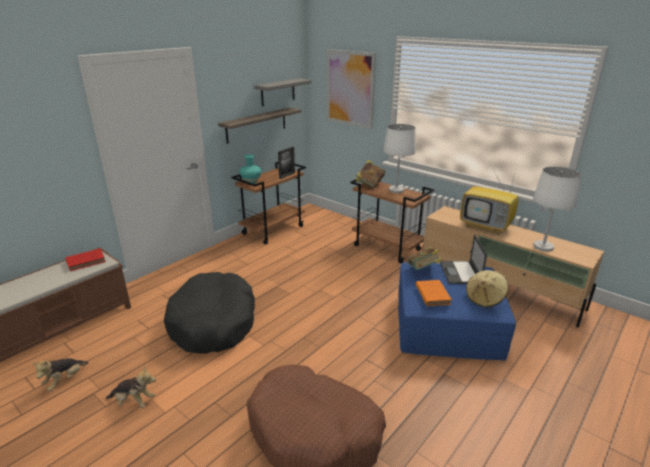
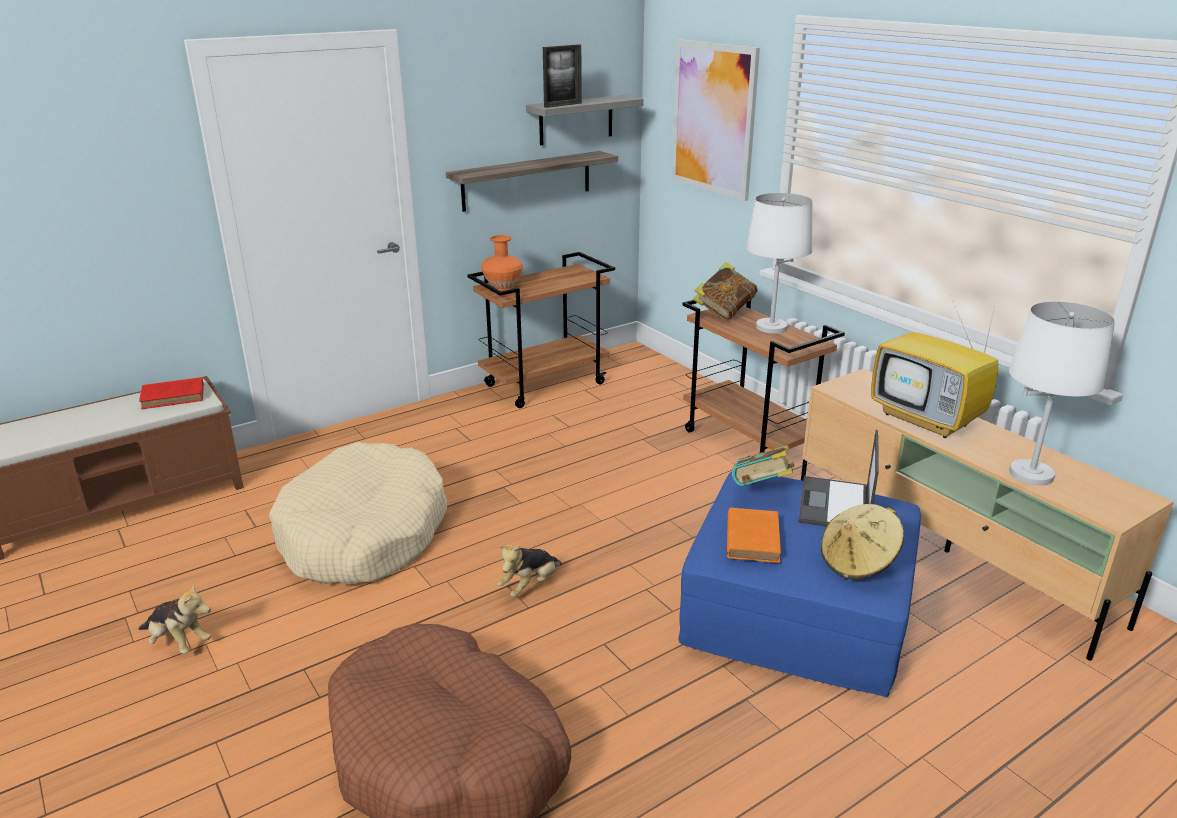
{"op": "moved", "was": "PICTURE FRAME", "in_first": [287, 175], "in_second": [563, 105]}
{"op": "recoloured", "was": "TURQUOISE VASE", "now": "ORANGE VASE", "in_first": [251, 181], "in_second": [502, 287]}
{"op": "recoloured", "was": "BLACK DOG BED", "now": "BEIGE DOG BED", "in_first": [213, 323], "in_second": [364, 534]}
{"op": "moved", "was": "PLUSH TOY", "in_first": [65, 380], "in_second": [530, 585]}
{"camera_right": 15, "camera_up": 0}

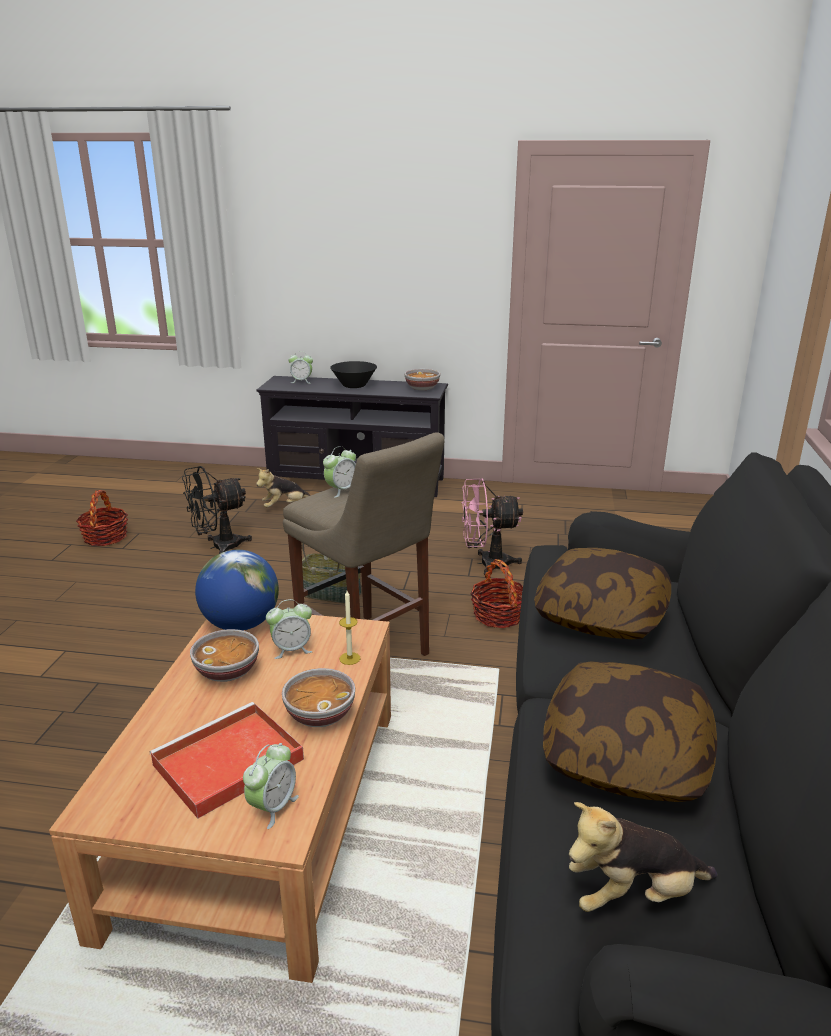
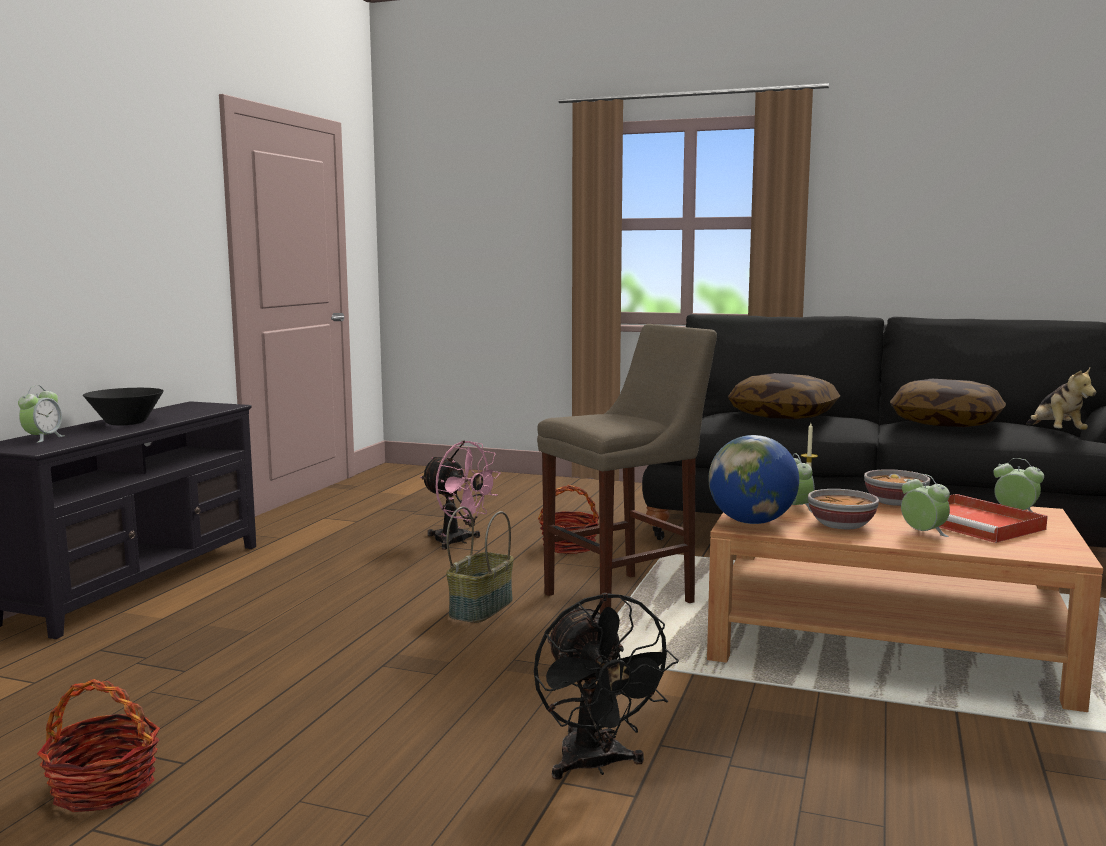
{"op": "removed", "was": "BOWL", "in_first": [422, 388]}
{"op": "moved", "was": "ALARM CLOCK", "in_first": [341, 490], "in_second": [923, 533]}
{"op": "moved", "was": "BLACK FAN", "in_first": [218, 547], "in_second": [595, 765]}
{"op": "removed", "was": "PLUSH TOY", "in_first": [285, 506]}
{"op": "turned", "was": "PINK FAN", "in_first": [486, 564], "in_second": [458, 542], "clockwise": -60}
{"camera_right": -80, "camera_up": -15}

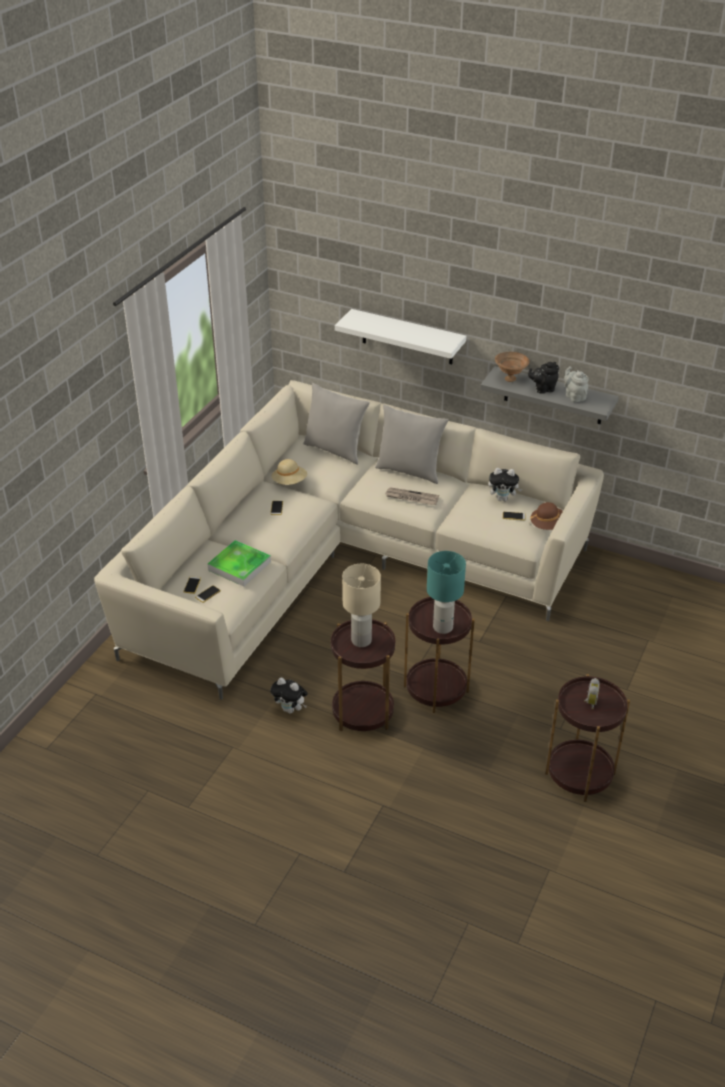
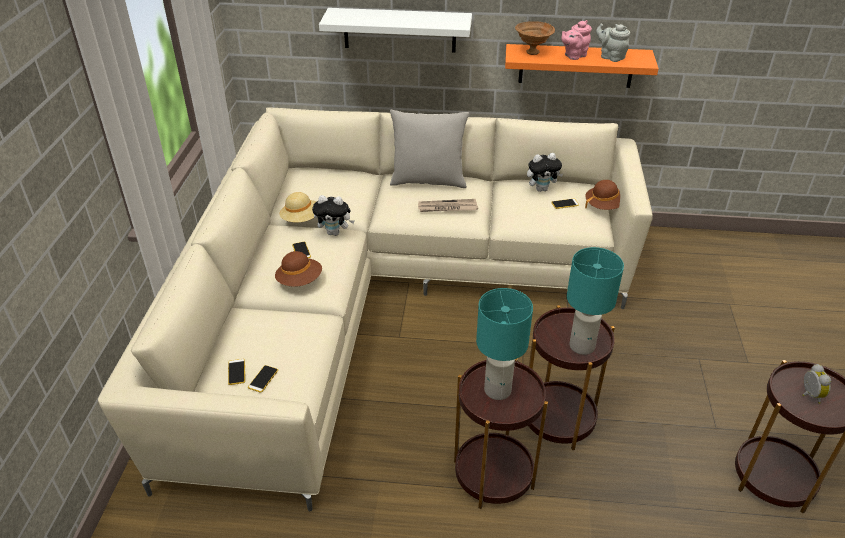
{"op": "recoloured", "was": "BLACK TEAPOT", "now": "PINK TEAPOT", "in_first": [543, 389], "in_second": [574, 56]}
{"op": "recoloured", "was": "GREY SHELF", "now": "ORANGE SHELF", "in_first": [553, 396], "in_second": [576, 66]}
{"op": "removed", "was": "GREY PILLOW", "in_first": [335, 450]}
{"op": "removed", "was": "TRAY", "in_first": [239, 566]}
{"op": "recoloured", "was": "BEIGE TABLE LAMP", "now": "TURQUOISE TABLE LAMP", "in_first": [361, 641], "in_second": [498, 390]}
{"op": "moved", "was": "PLUSH TOY", "in_first": [290, 709], "in_second": [335, 233]}
{"op": "added", "now": "BROWN HAT", "in_second": [300, 281]}
{"camera_right": -20, "camera_up": 0}

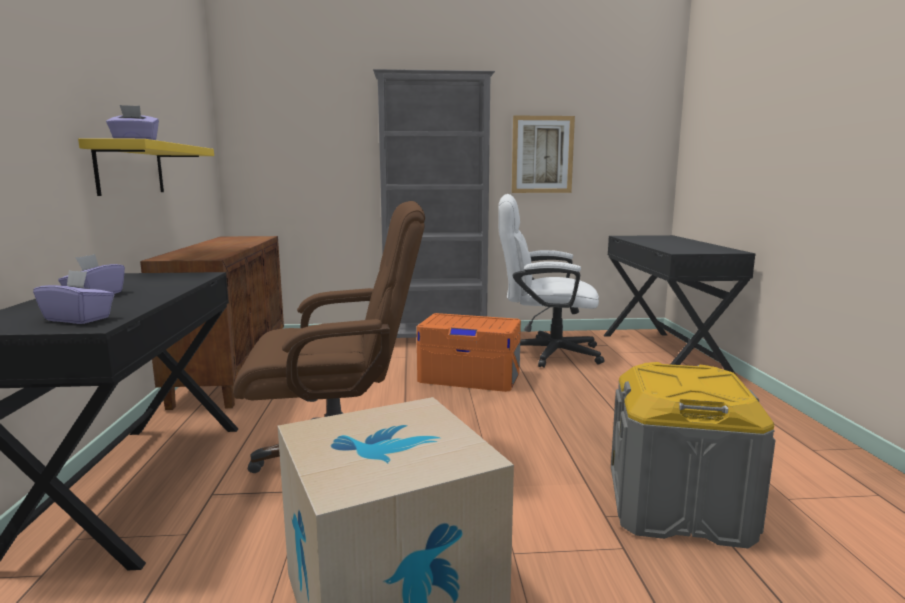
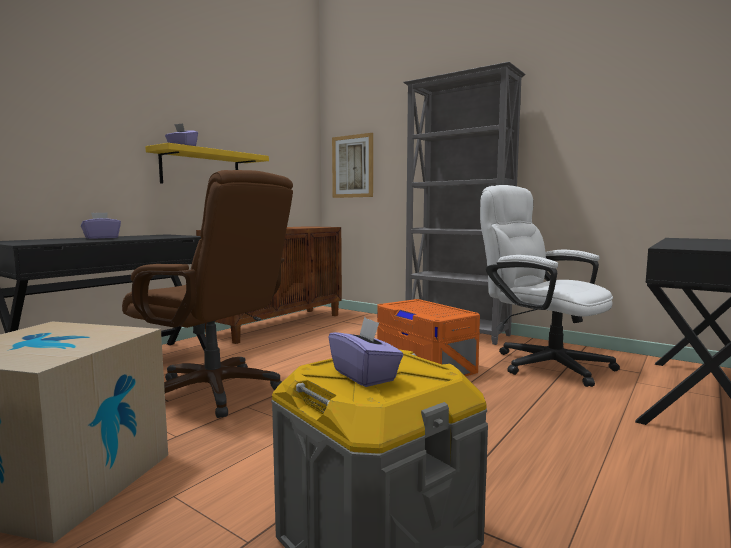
{"op": "moved", "was": "PICTURE", "in_first": [542, 154], "in_second": [352, 166]}
{"op": "moved", "was": "PURPLE TISSUE BOX", "in_first": [78, 319], "in_second": [365, 375]}
{"camera_right": 40, "camera_up": -5}

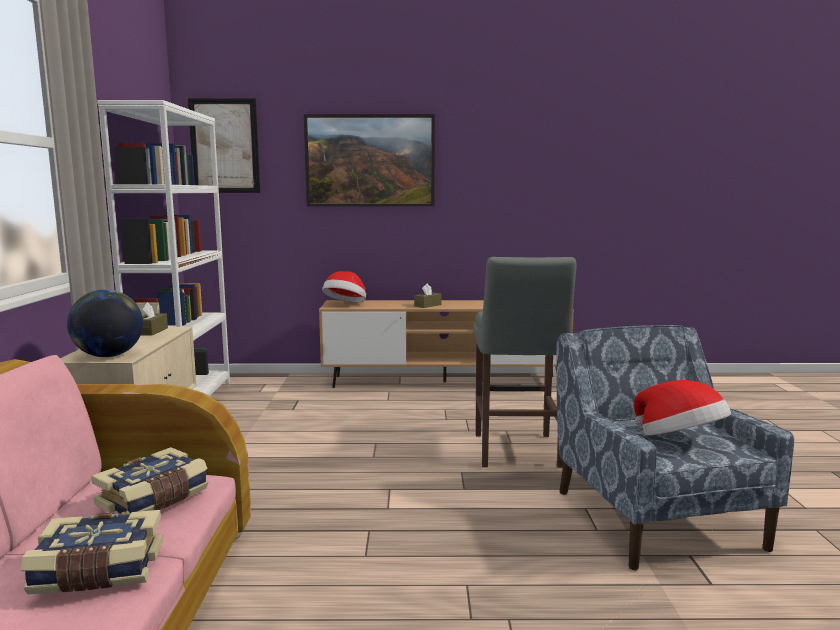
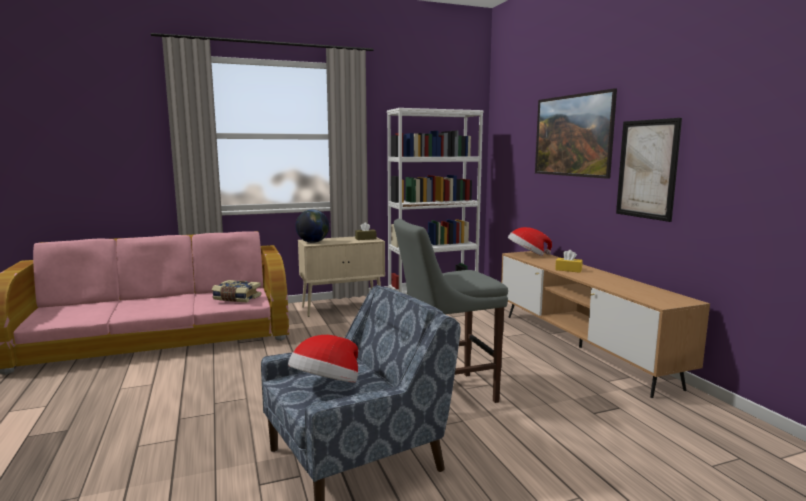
{"op": "moved", "was": "PICTURE", "in_first": [224, 146], "in_second": [647, 169]}
{"op": "recoloured", "was": "BROWN TISSUE BOX", "now": "YELLOW TISSUE BOX", "in_first": [427, 305], "in_second": [568, 270]}
{"op": "removed", "was": "BOOK", "in_first": [98, 571]}
{"camera_right": 70, "camera_up": 0}

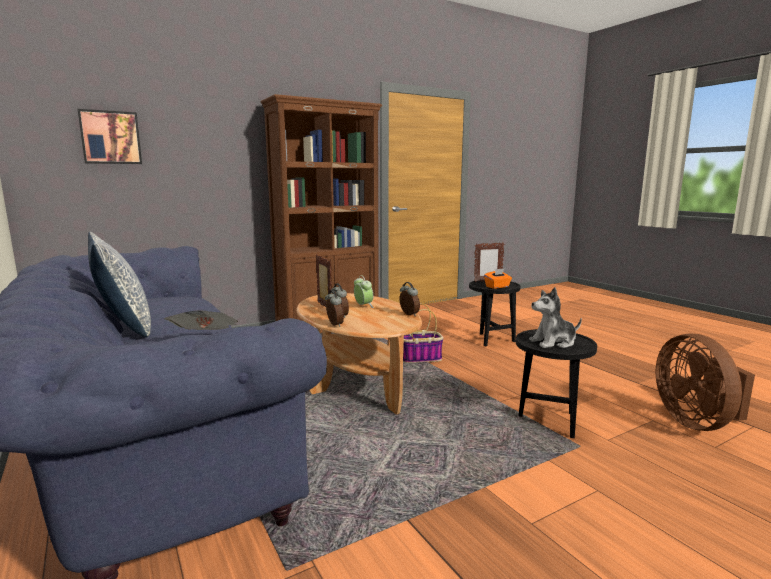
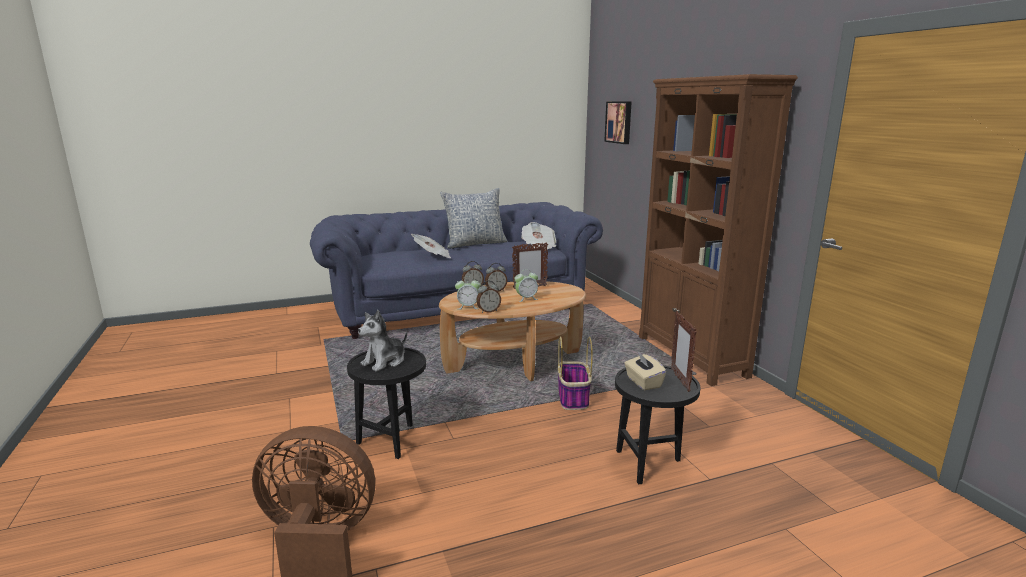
{"op": "recoloured", "was": "ORANGE TISSUE BOX", "now": "BEIGE TISSUE BOX", "in_first": [497, 287], "in_second": [643, 382]}
{"op": "turned", "was": "PLUSH TOY", "in_first": [553, 342], "in_second": [385, 361], "clockwise": -135}
{"op": "added", "now": "NEWSPAPER", "in_second": [538, 246]}
{"op": "added", "now": "ALARM CLOCK", "in_second": [468, 307]}
{"camera_right": 100, "camera_up": 5}

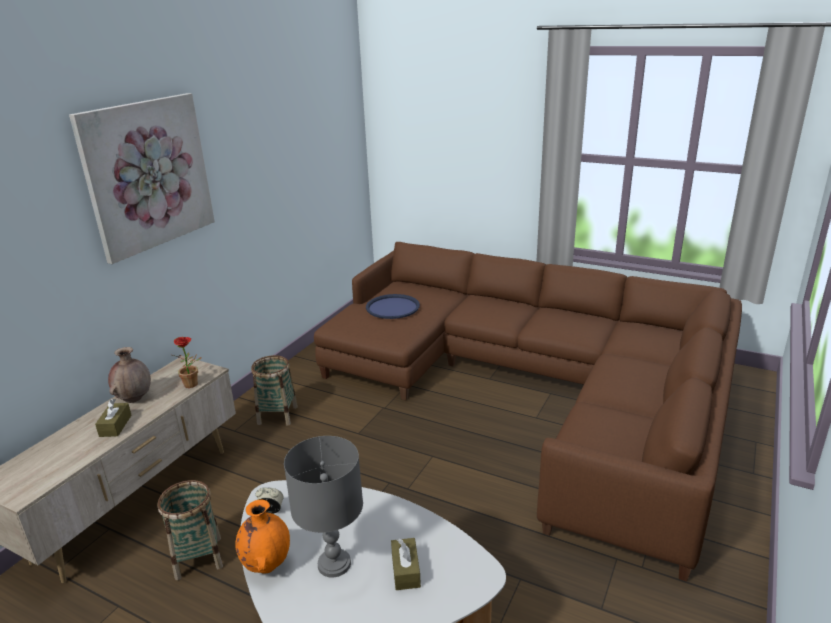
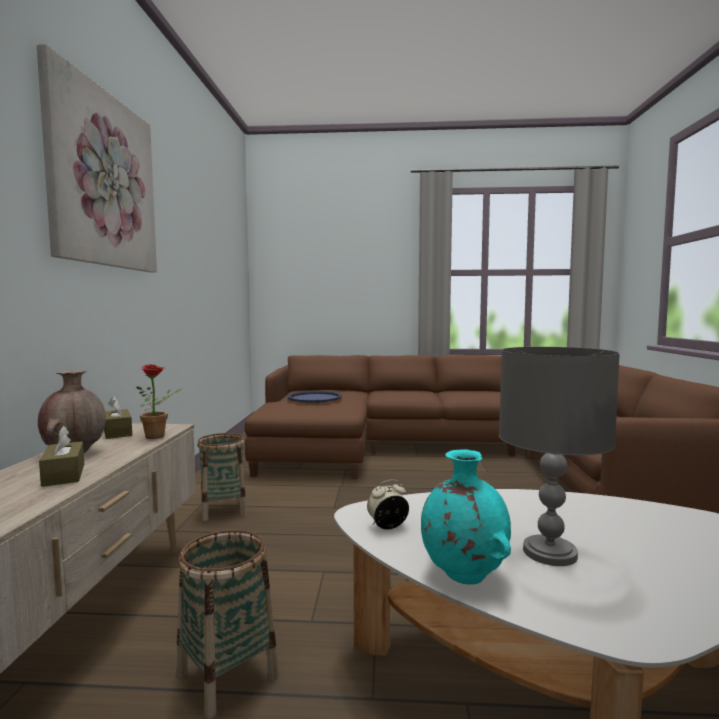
{"op": "recoloured", "was": "ORANGE VASE", "now": "TURQUOISE VASE", "in_first": [267, 564], "in_second": [463, 575]}
{"op": "moved", "was": "BROWN TISSUE BOX", "in_first": [405, 570], "in_second": [117, 432]}
{"camera_right": -25, "camera_up": -20}

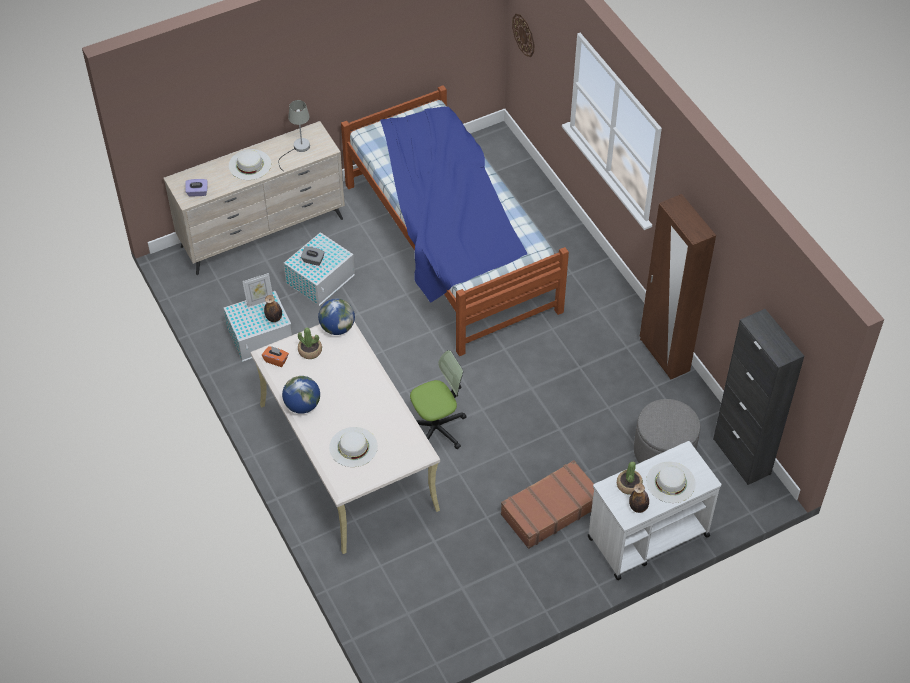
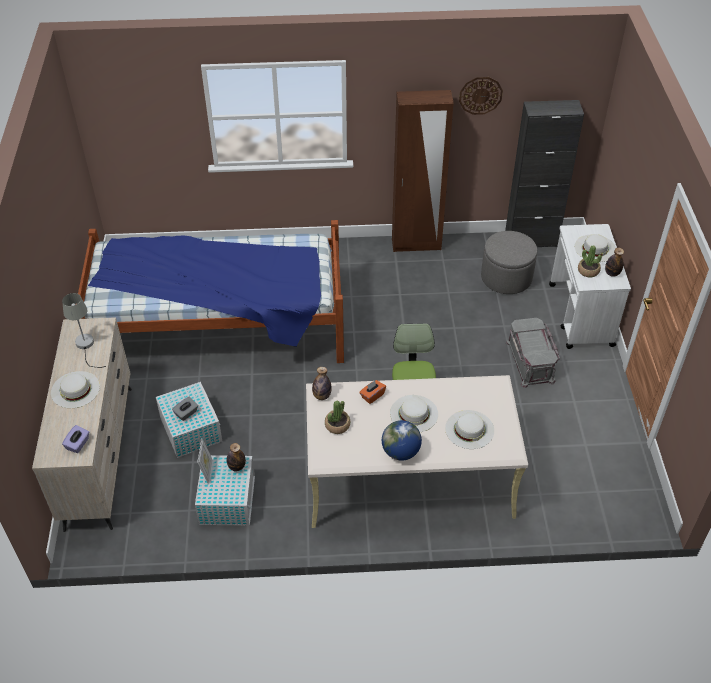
{"op": "moved", "was": "WALL CLOCK", "in_first": [524, 35], "in_second": [480, 95]}
{"op": "replaced", "was": "GLOBE", "now": "BOTTLE", "in_first": [337, 328], "in_second": [322, 396]}
{"op": "moved", "was": "ORANGE TISSUE BOX", "in_first": [276, 360], "in_second": [372, 396]}
{"op": "replaced", "was": "BROWN SUITCASE", "now": "GREY STORAGE BOX", "in_first": [550, 510], "in_second": [531, 361]}
{"op": "added", "now": "WHITE HAT", "in_second": [414, 413]}
{"camera_right": -65, "camera_up": -5}

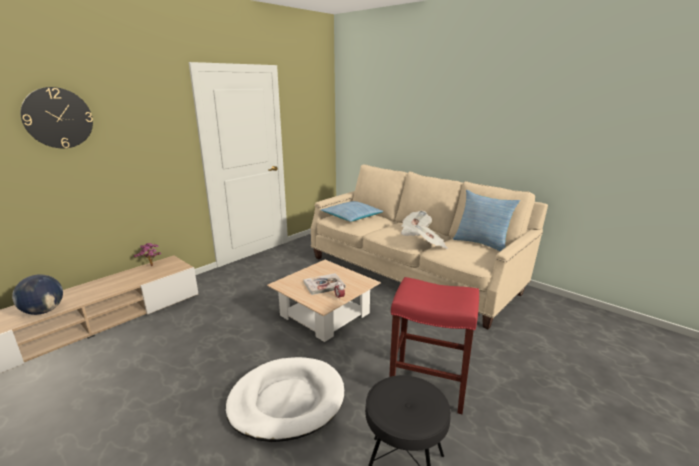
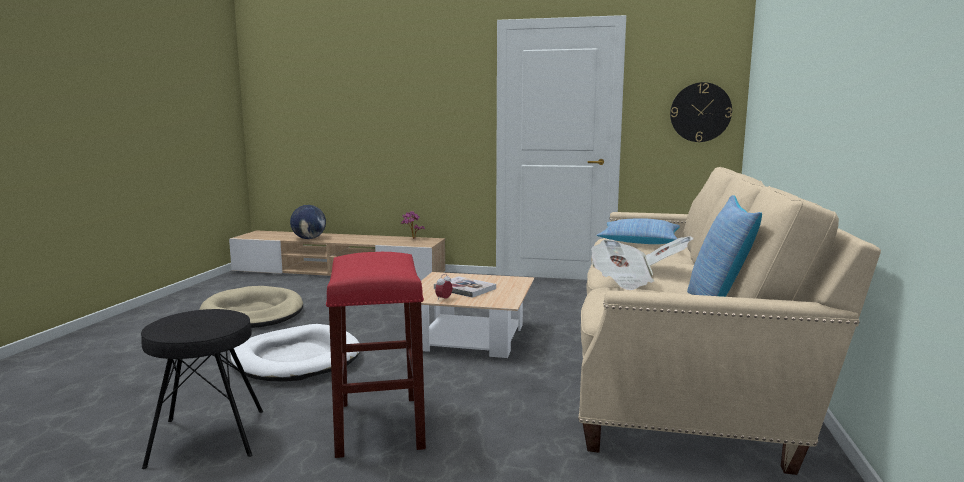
{"op": "moved", "was": "WALL CLOCK", "in_first": [58, 118], "in_second": [700, 112]}
{"op": "added", "now": "BEIGE DOG BED", "in_second": [253, 313]}
{"camera_right": 60, "camera_up": -10}

